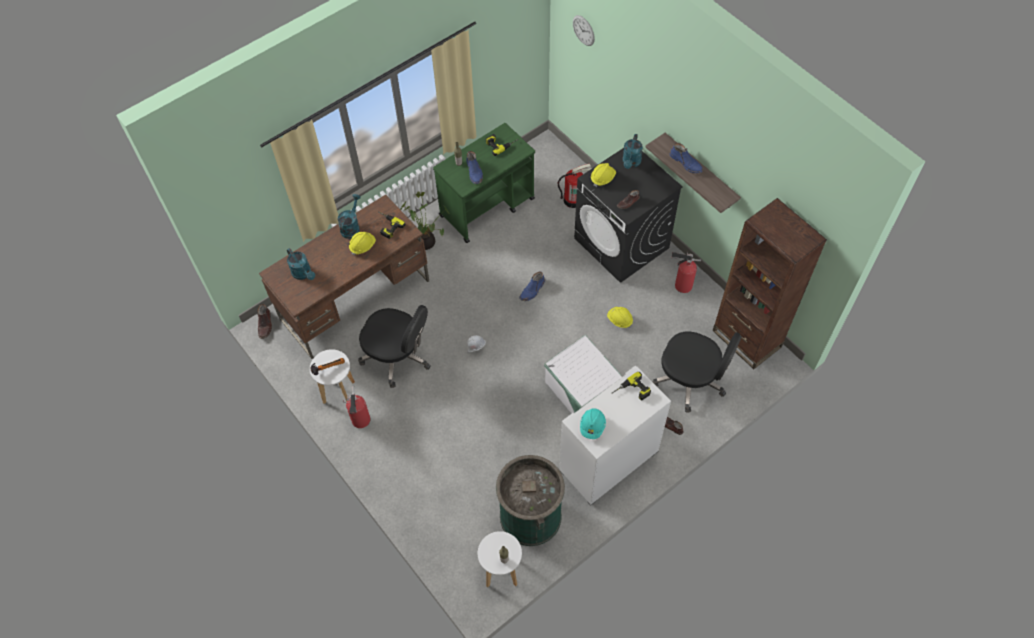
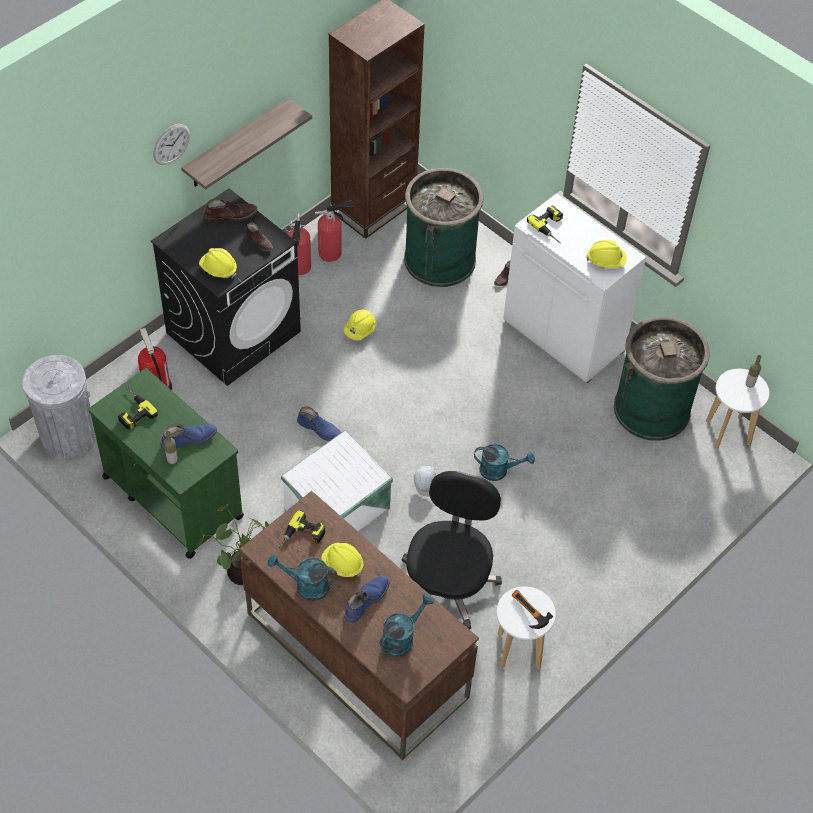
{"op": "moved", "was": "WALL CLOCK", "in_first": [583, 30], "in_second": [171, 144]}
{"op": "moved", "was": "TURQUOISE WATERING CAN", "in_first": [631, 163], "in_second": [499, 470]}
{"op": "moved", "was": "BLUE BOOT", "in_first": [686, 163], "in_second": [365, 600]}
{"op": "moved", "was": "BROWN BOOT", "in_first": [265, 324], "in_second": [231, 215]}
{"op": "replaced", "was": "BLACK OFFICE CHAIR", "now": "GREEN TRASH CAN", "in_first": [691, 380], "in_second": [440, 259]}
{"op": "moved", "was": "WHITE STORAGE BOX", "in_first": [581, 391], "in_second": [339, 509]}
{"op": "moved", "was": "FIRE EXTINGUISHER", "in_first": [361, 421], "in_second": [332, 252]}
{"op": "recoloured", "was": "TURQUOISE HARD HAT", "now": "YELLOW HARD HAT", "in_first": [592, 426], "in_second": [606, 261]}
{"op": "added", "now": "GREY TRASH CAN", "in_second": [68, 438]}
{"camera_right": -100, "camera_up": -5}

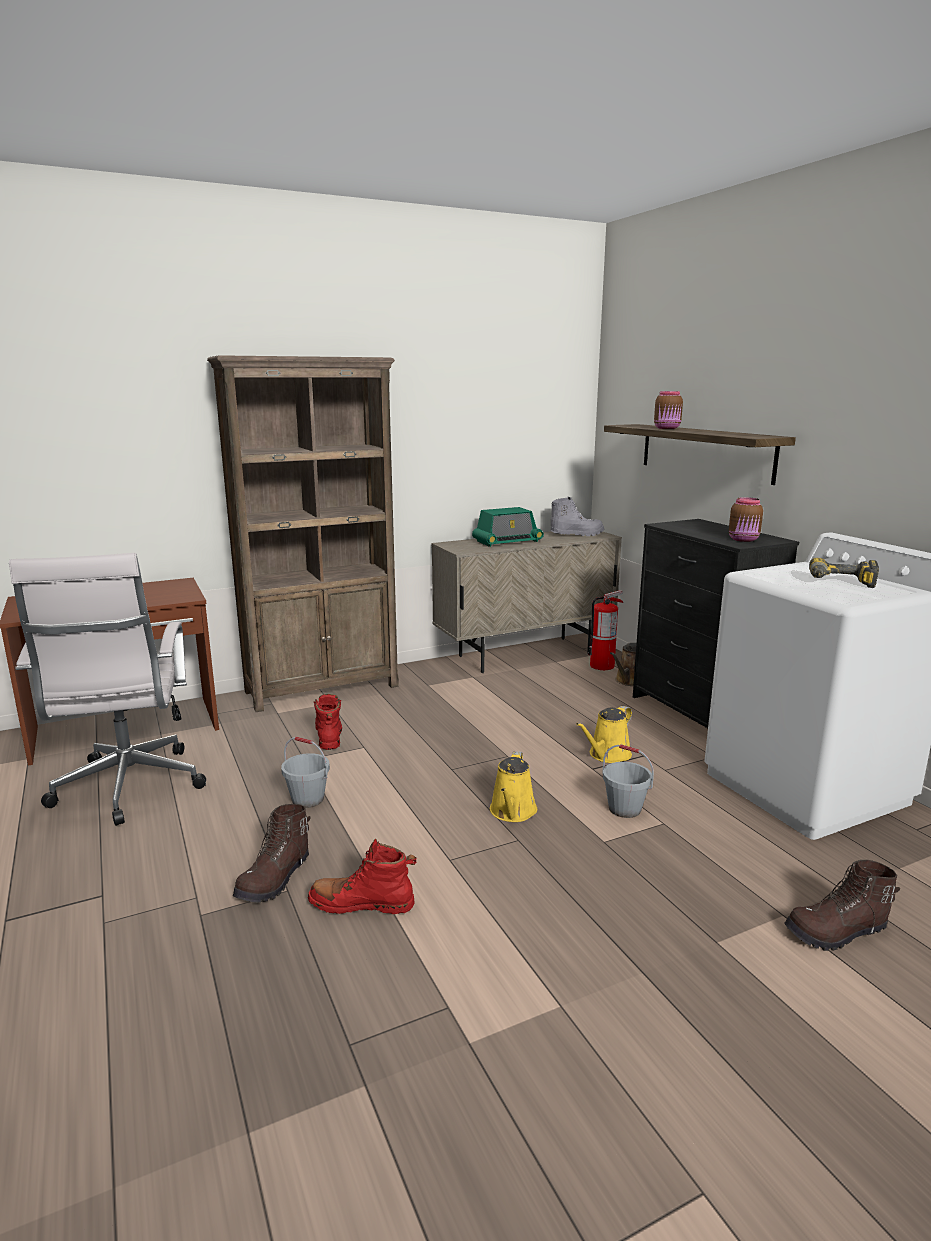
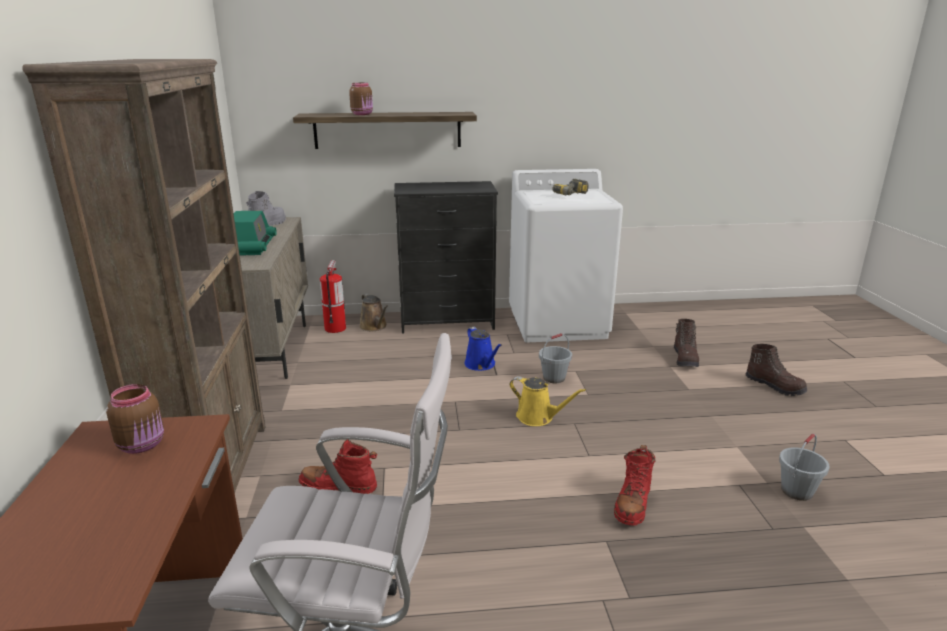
{"op": "moved", "was": "BROWN JAR", "in_first": [744, 540], "in_second": [143, 445]}
{"op": "recoloured", "was": "YELLOW WATERING CAN", "now": "BLUE WATERING CAN", "in_first": [607, 755], "in_second": [481, 365]}
{"op": "moved", "was": "GREY BUCKET", "in_first": [308, 799], "in_second": [796, 491]}
{"op": "moved", "was": "BROWN BOOT", "in_first": [275, 879], "in_second": [775, 386]}
{"camera_right": -70, "camera_up": 5}

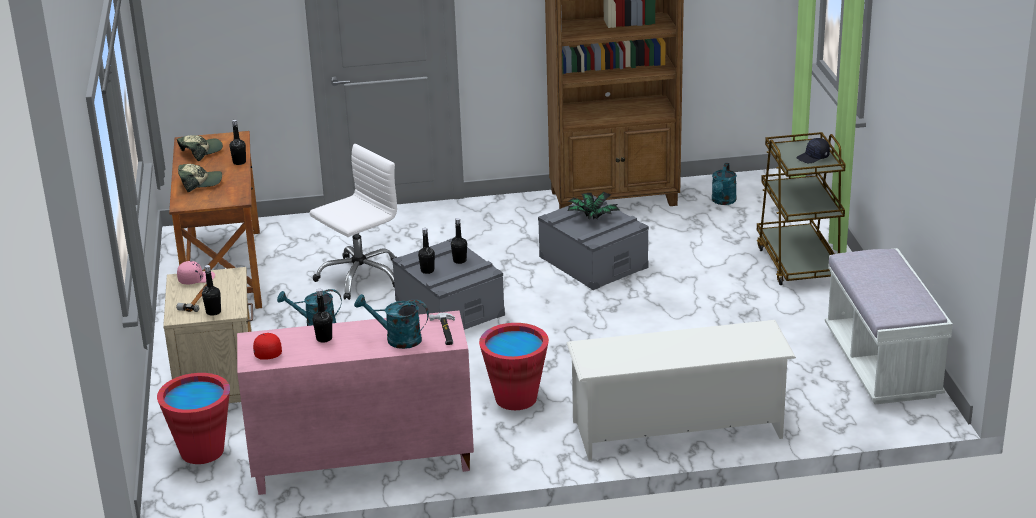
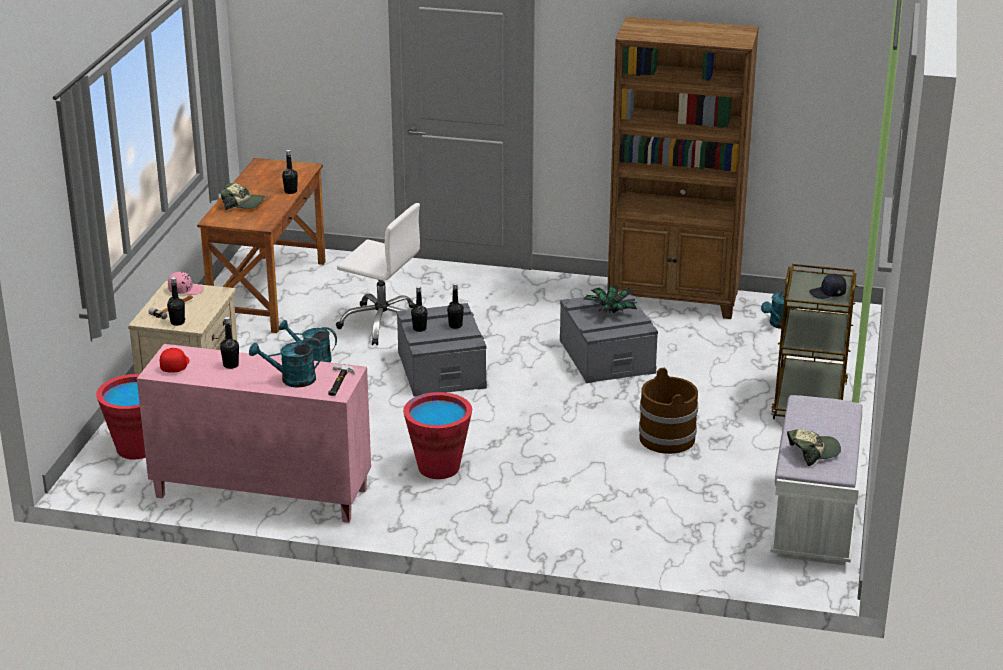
{"op": "moved", "was": "CAP", "in_first": [200, 152], "in_second": [812, 452]}
{"op": "turned", "was": "WHITE OFFICE CHAIR", "in_first": [360, 276], "in_second": [383, 323], "clockwise": 45}
{"op": "turned", "was": "TURQUOISE WATERING CAN", "in_first": [397, 339], "in_second": [291, 380], "clockwise": -45}
{"op": "removed", "was": "WHITE SHOE RACK", "in_first": [678, 430]}
{"op": "added", "now": "BROWN BUCKET", "in_second": [666, 438]}
{"camera_right": 20, "camera_up": 0}

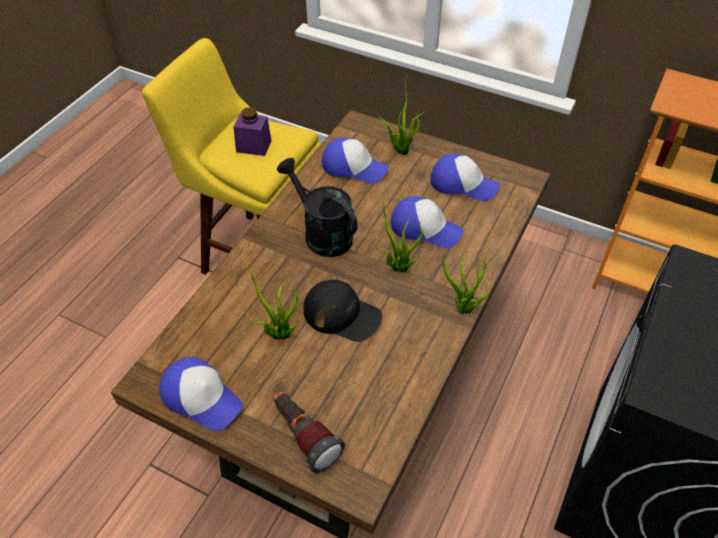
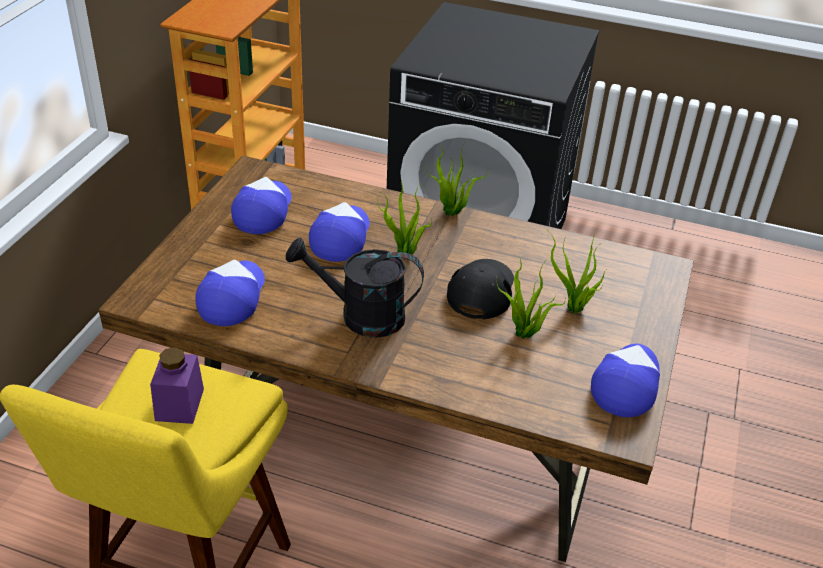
{"op": "moved", "was": "POTTED PLANT", "in_first": [401, 150], "in_second": [573, 309]}
{"op": "turned", "was": "BLACK WATERING CAN", "in_first": [321, 233], "in_second": [360, 316], "clockwise": 60}
{"op": "removed", "was": "FLASHLIGHT", "in_first": [304, 436]}
{"camera_right": -100, "camera_up": -10}

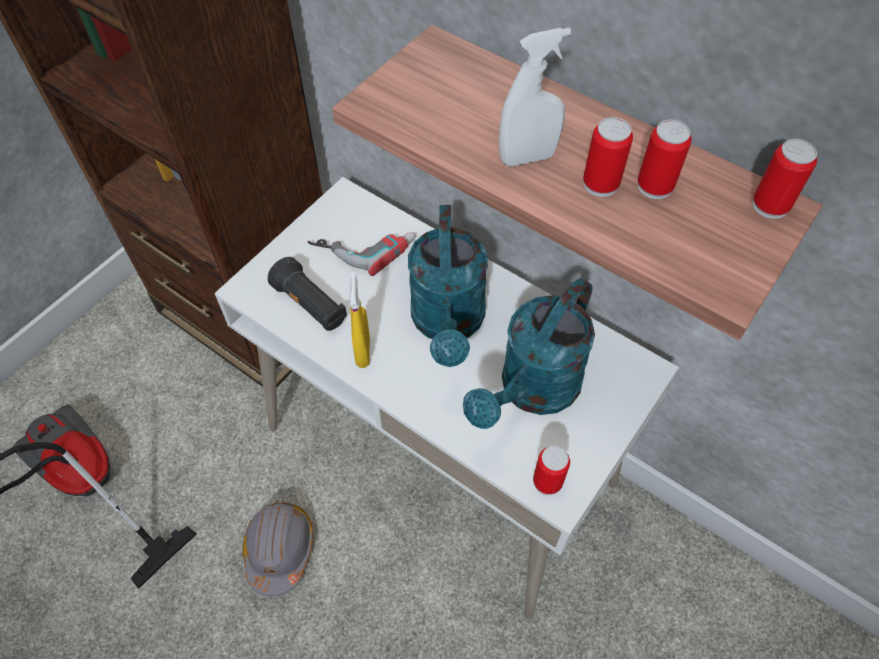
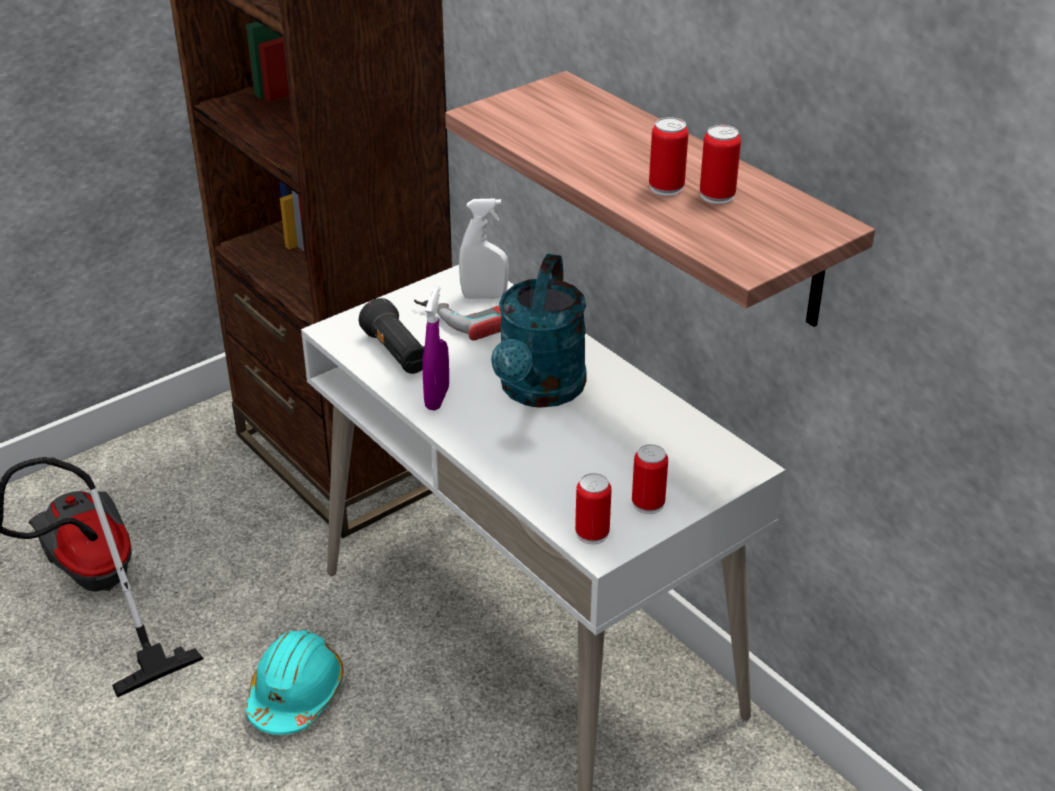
{"op": "moved", "was": "WHITE SPRAY BOTTLE", "in_first": [527, 158], "in_second": [484, 296]}
{"op": "moved", "was": "CAN", "in_first": [770, 205], "in_second": [648, 503]}
{"op": "recoloured", "was": "YELLOW SPRAY BOTTLE", "now": "PURPLE SPRAY BOTTLE", "in_first": [363, 351], "in_second": [437, 398]}
{"op": "removed", "was": "TURQUOISE WATERING CAN", "in_first": [532, 391]}
{"op": "recoloured", "was": "GREY HARD HAT", "now": "TURQUOISE HARD HAT", "in_first": [279, 549], "in_second": [296, 694]}
{"camera_right": 15, "camera_up": -20}

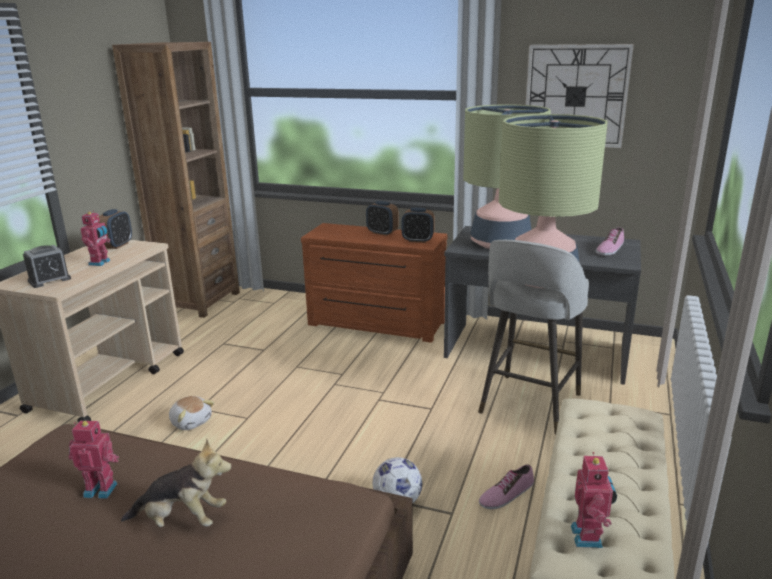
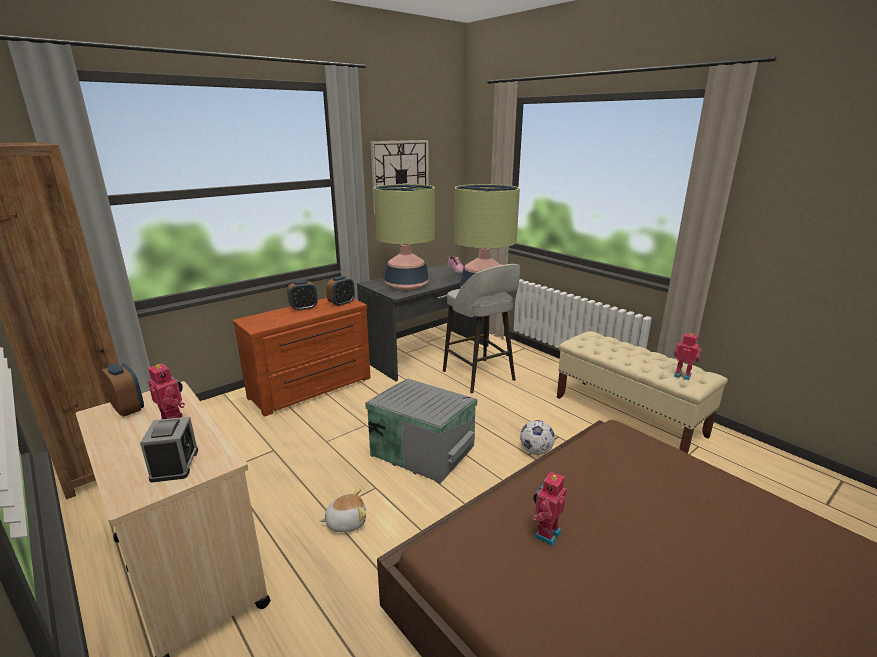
{"op": "removed", "was": "PLUSH TOY", "in_first": [182, 520]}
{"op": "removed", "was": "SHOE", "in_first": [506, 494]}
{"op": "added", "now": "GREY STORAGE BOX", "in_second": [423, 449]}
{"camera_right": -60, "camera_up": 0}

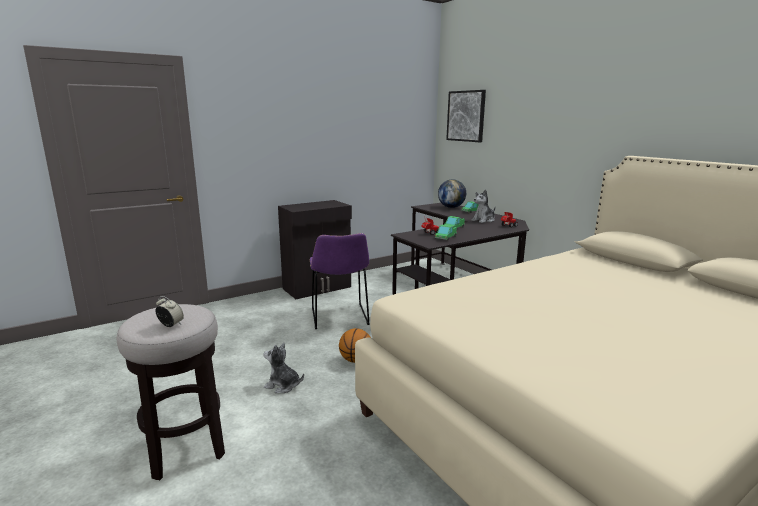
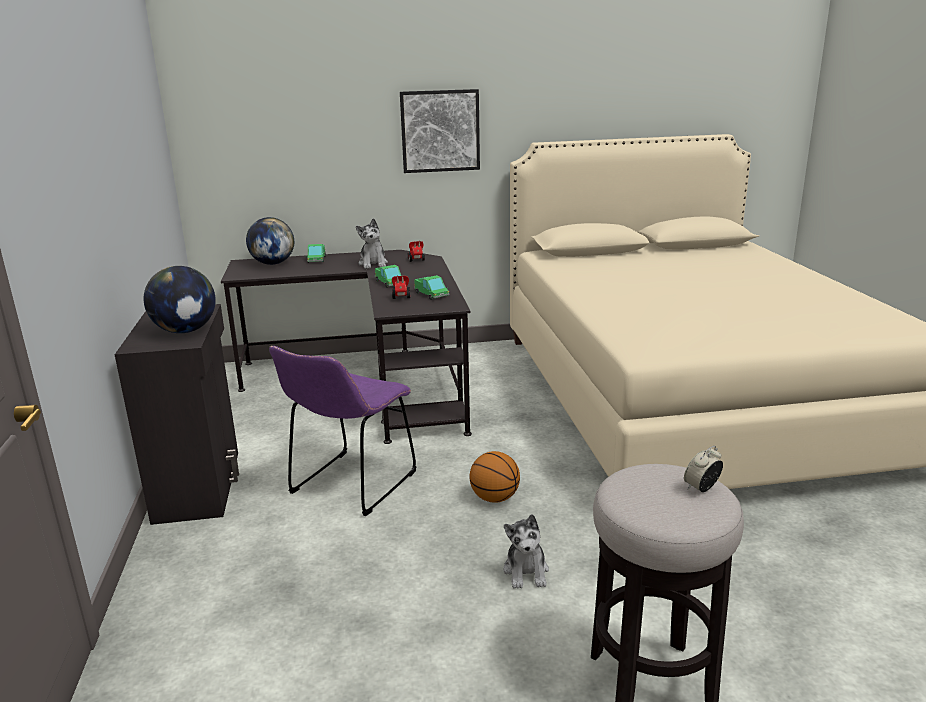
{"op": "moved", "was": "PICTURE", "in_first": [466, 116], "in_second": [440, 131]}
{"op": "turned", "was": "PURPLE CHAIR", "in_first": [339, 318], "in_second": [350, 486], "clockwise": 105}
{"op": "turned", "was": "PLUSH TOY", "in_first": [283, 385], "in_second": [526, 571], "clockwise": -45}
{"op": "added", "now": "GLOBE", "in_second": [185, 331]}
{"camera_right": -65, "camera_up": 5}

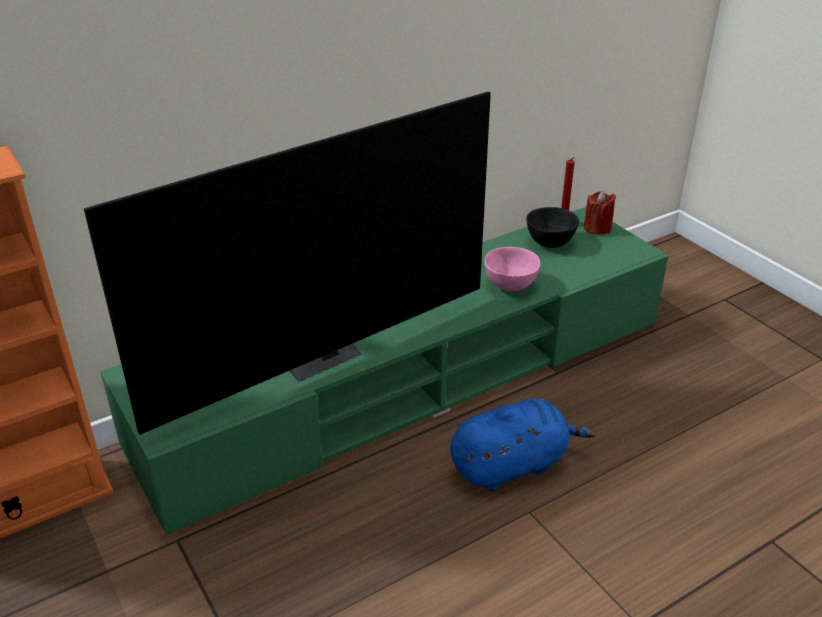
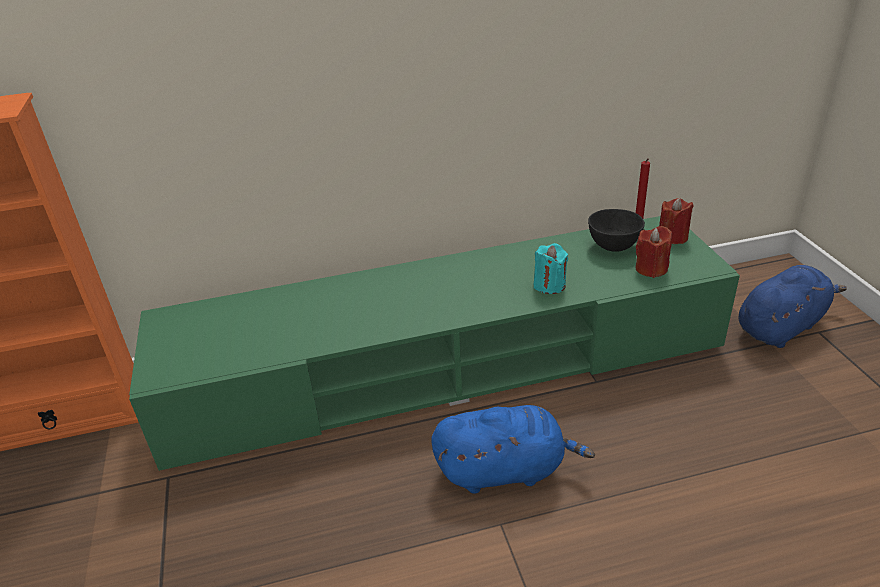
{"op": "removed", "was": "TELEVISION", "in_first": [318, 355]}
{"op": "replaced", "was": "PINK BOWL", "now": "TURQUOISE CANDLE", "in_first": [510, 286], "in_second": [549, 285]}
{"op": "added", "now": "RED CANDLE", "in_second": [651, 269]}
{"op": "added", "now": "BLUE PLUSH TOY", "in_second": [781, 326]}
{"camera_right": 20, "camera_up": 0}

